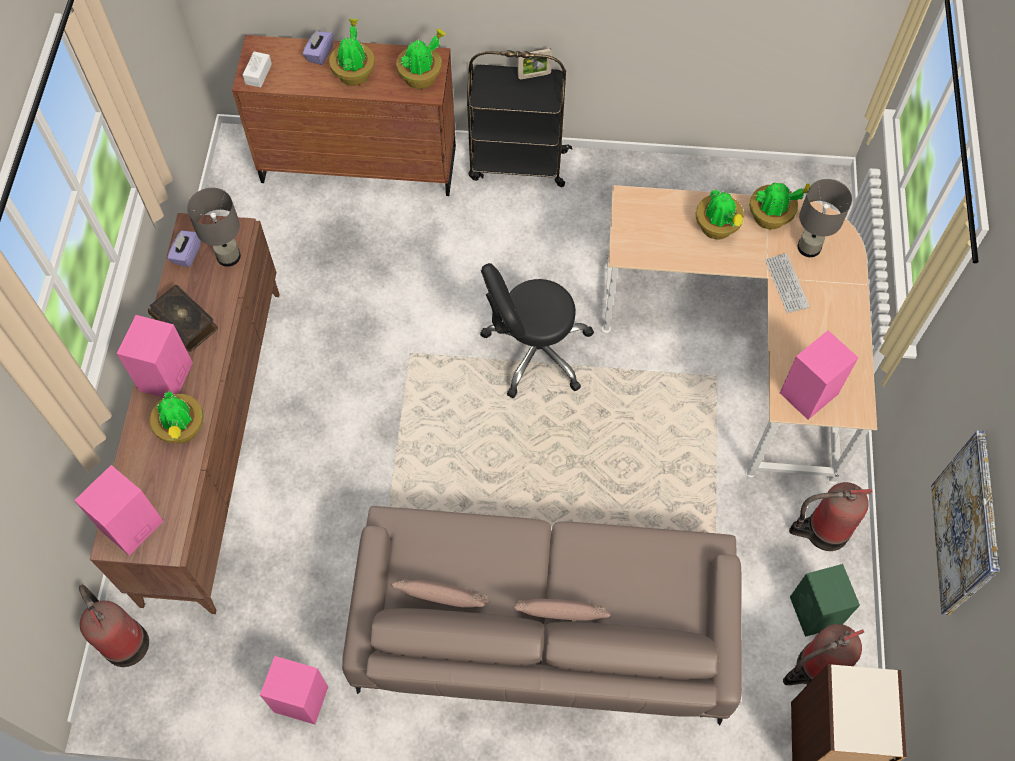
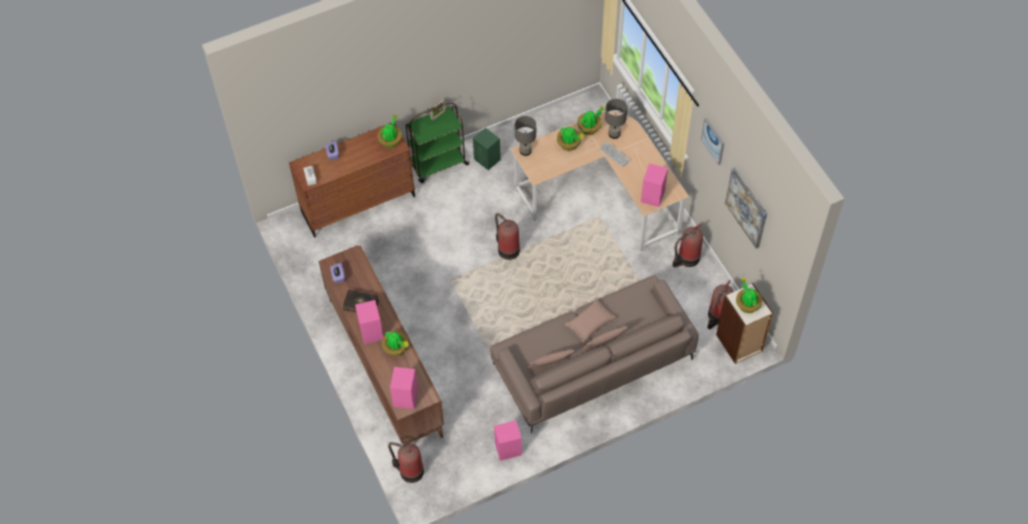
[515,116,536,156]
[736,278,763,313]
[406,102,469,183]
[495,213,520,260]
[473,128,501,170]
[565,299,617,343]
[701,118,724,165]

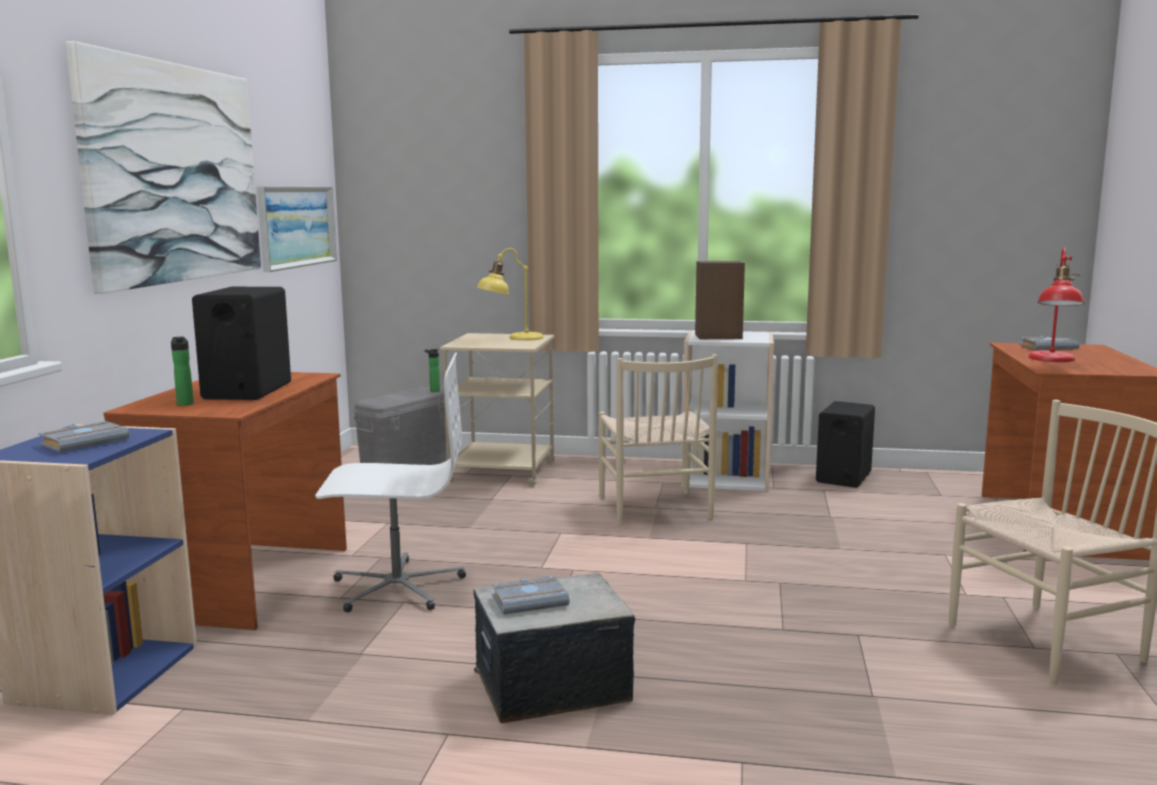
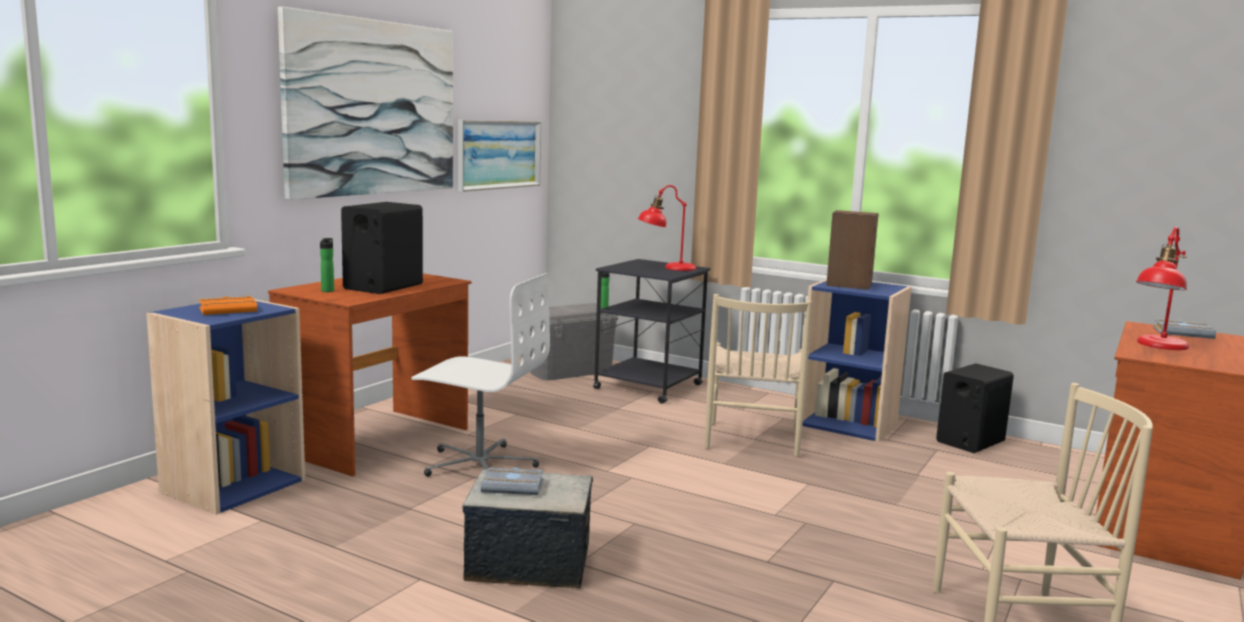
[199,296,257,315]
[593,259,710,404]
[638,185,696,271]
[802,279,912,442]

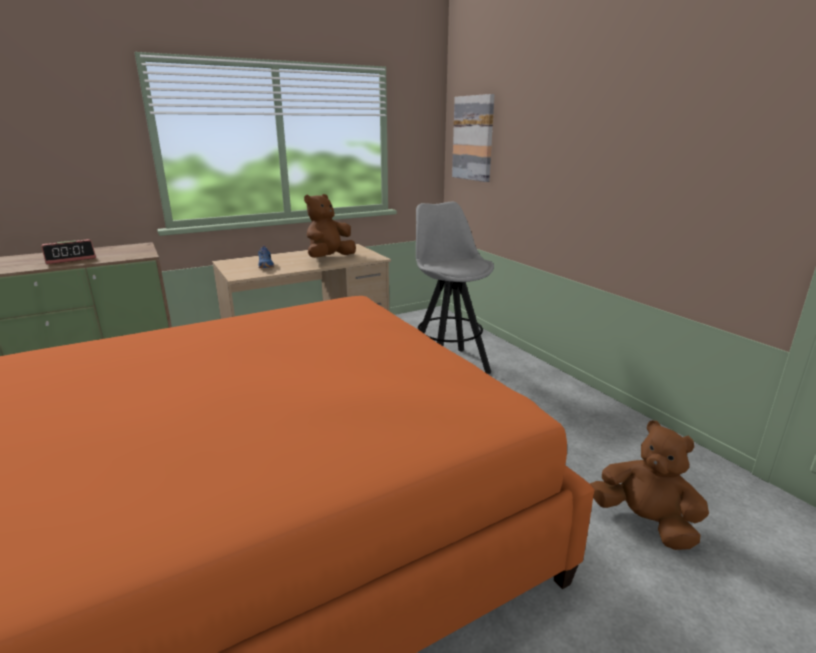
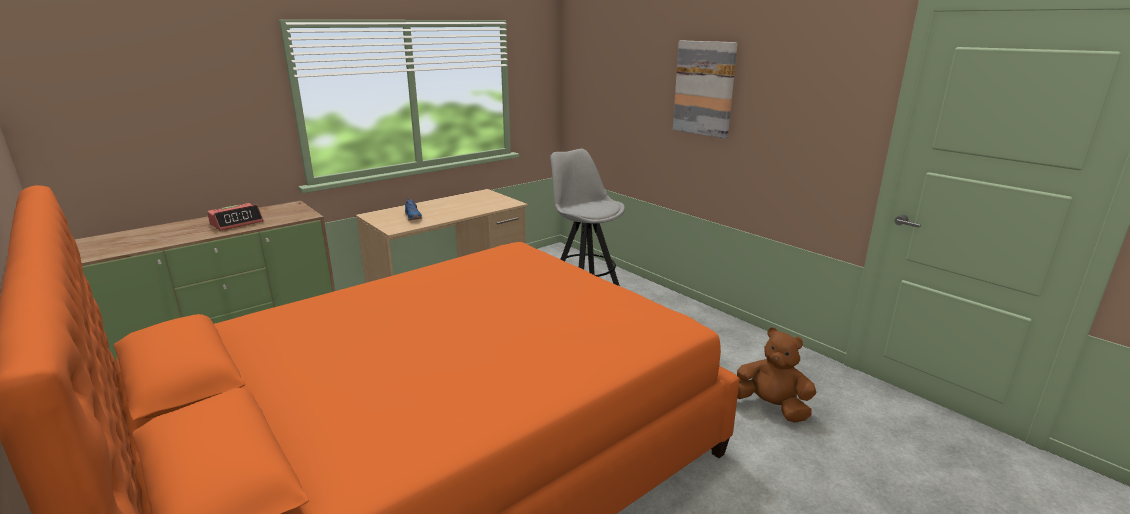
[304,194,356,258] (first image)
[673,41,738,139]

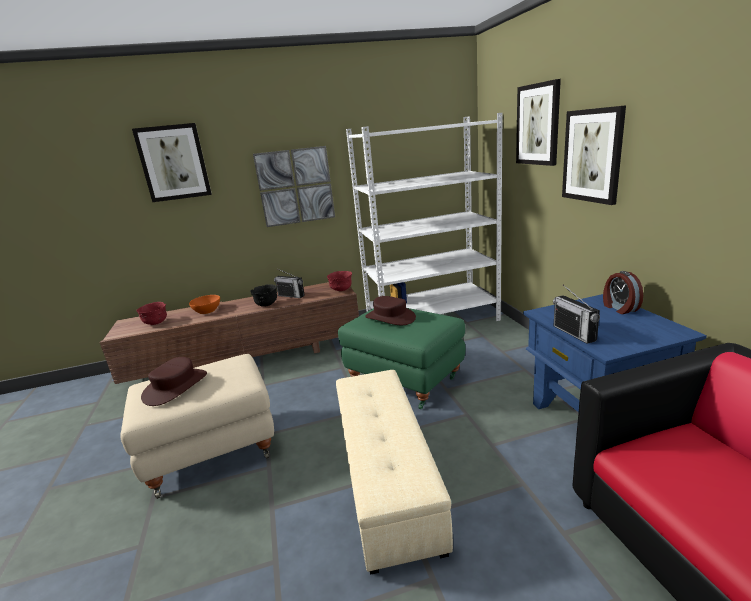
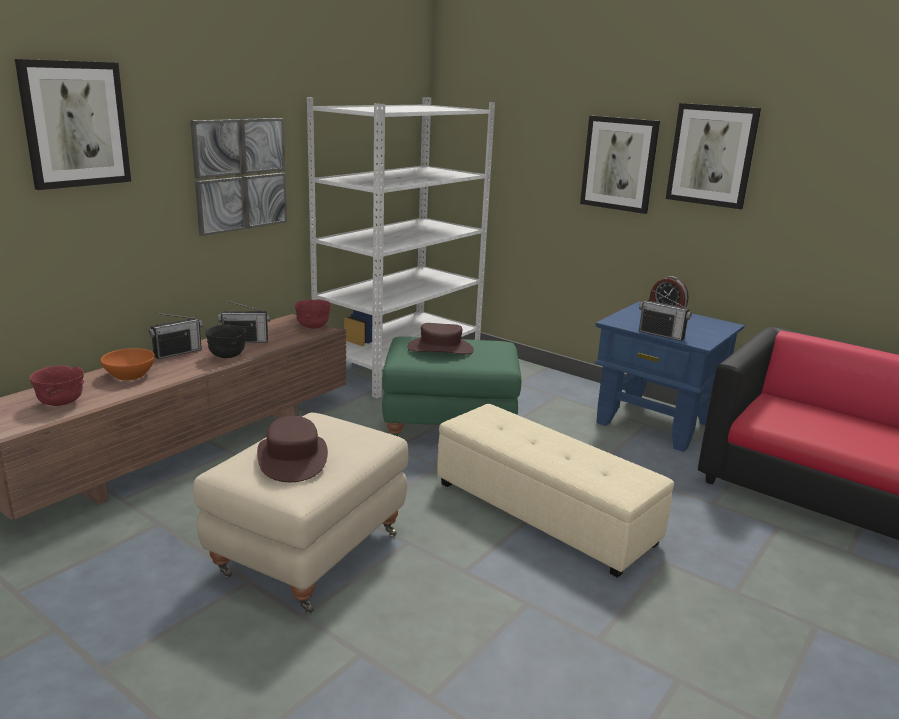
[666,103,761,209]
[148,313,203,359]

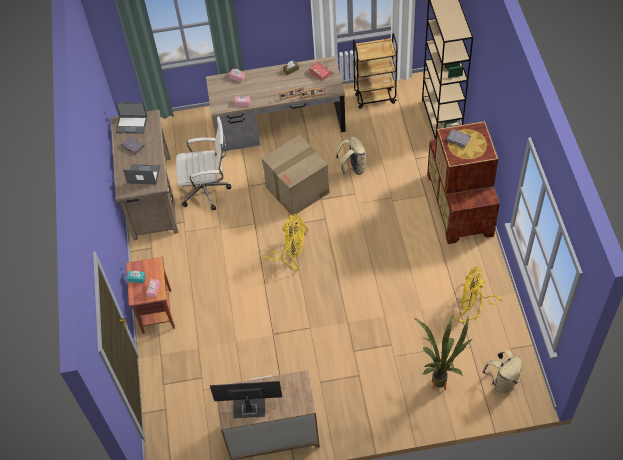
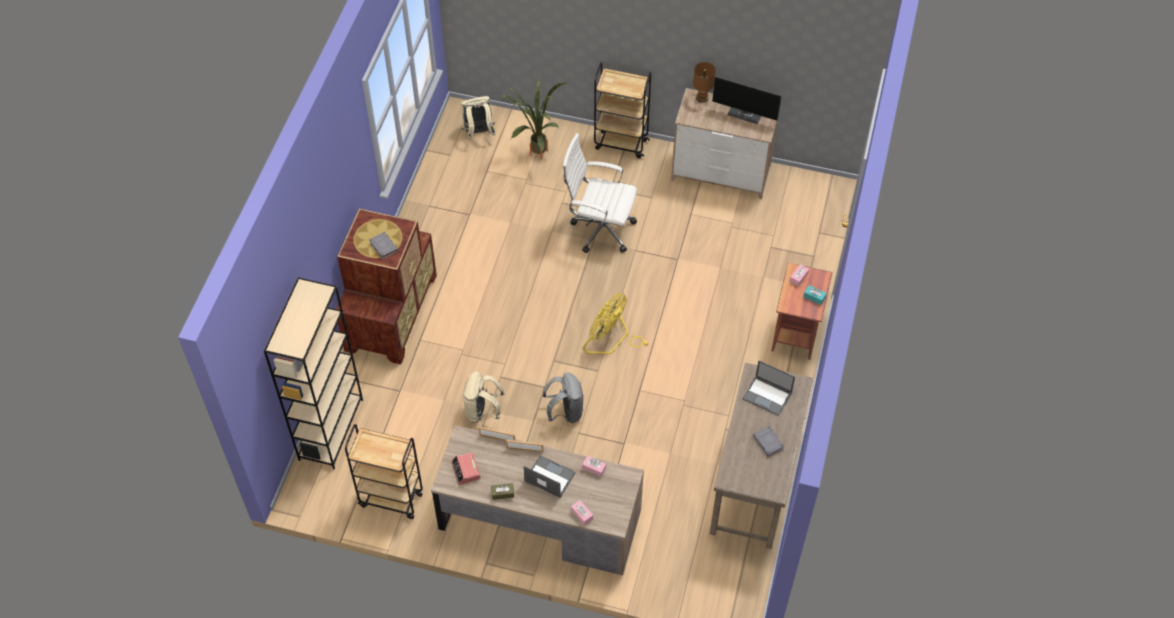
[524,455,576,498]
[563,133,637,253]
[543,372,584,423]
[457,266,502,323] (first image)
[594,62,651,159]
[693,62,716,102]

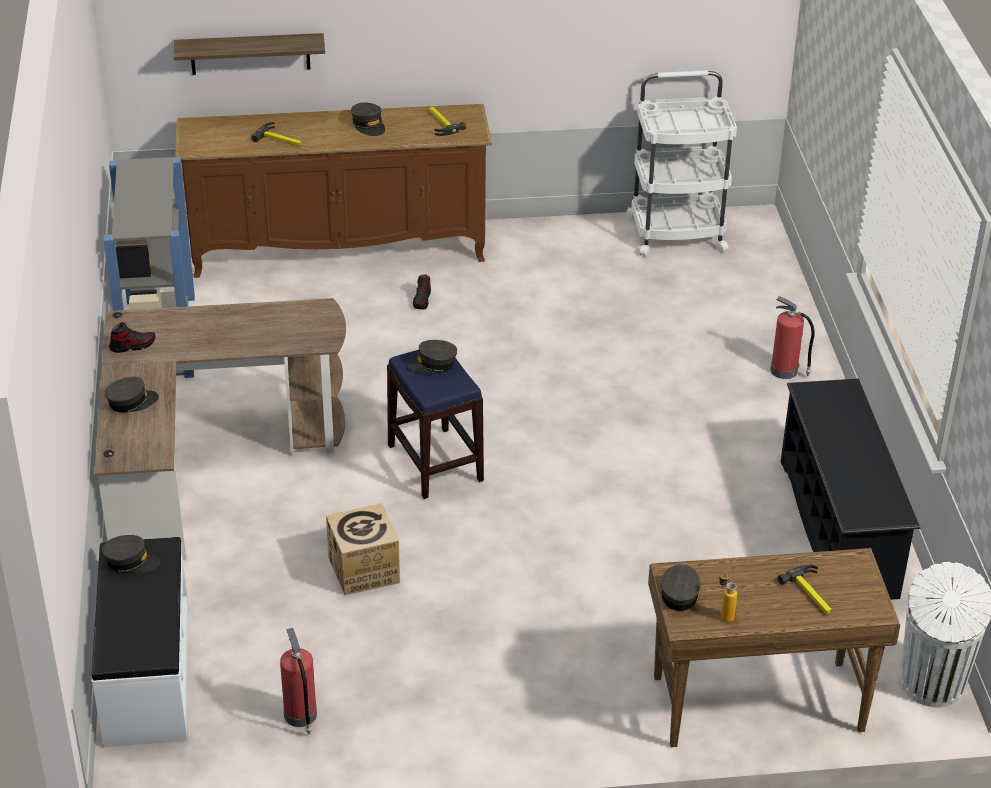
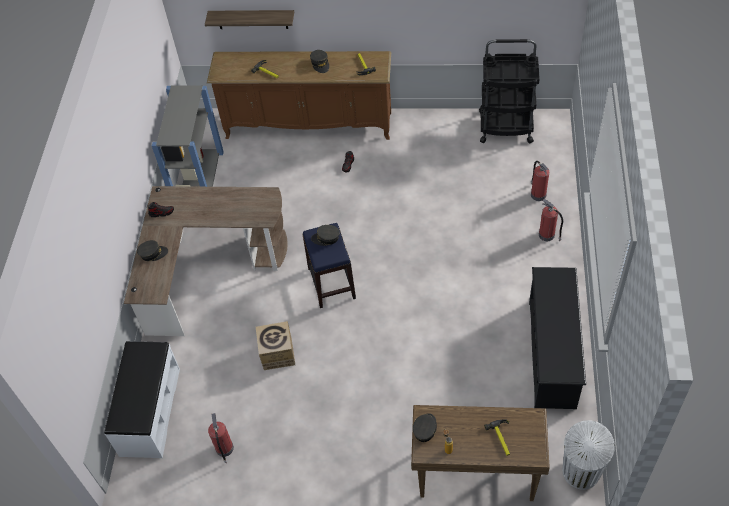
[102,535,160,574] (first image)
[479,39,540,144]
[531,161,549,201]

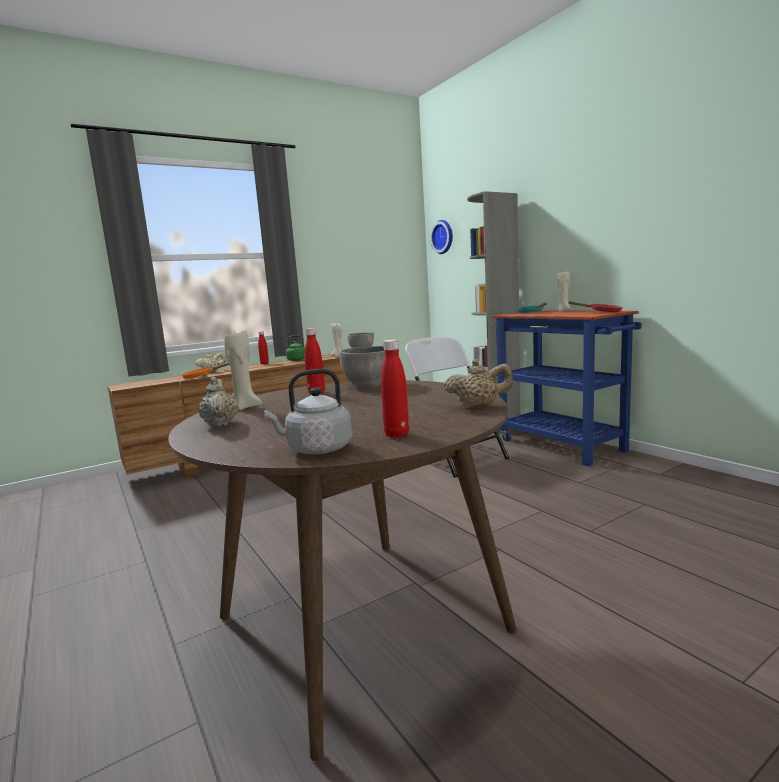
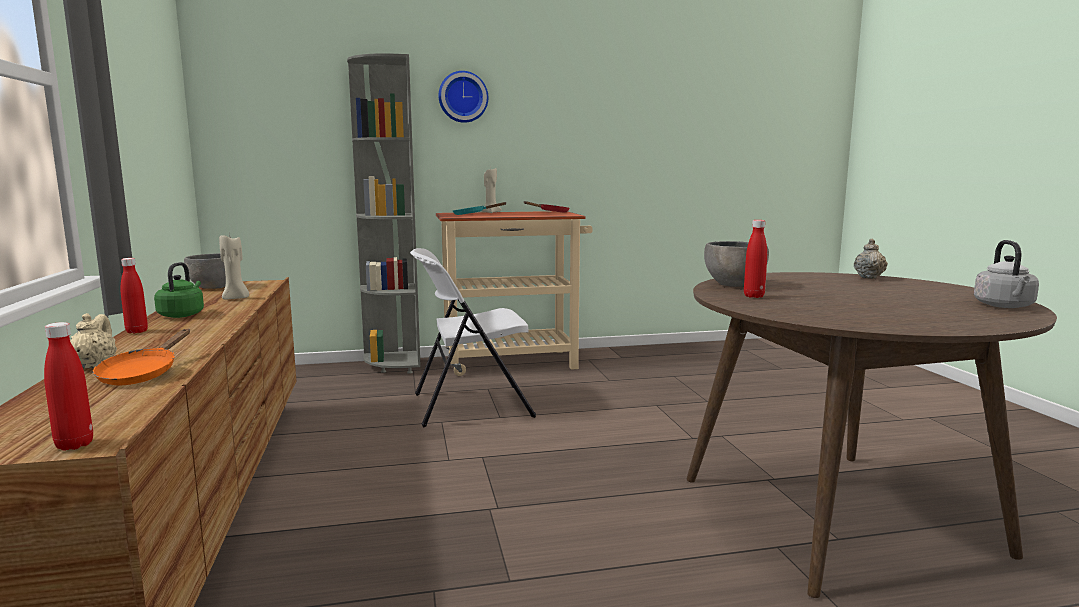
[199,377,238,427] (first image)
[224,330,262,410] (first image)
[44,322,93,450]
[439,71,488,123]
[436,211,593,376]

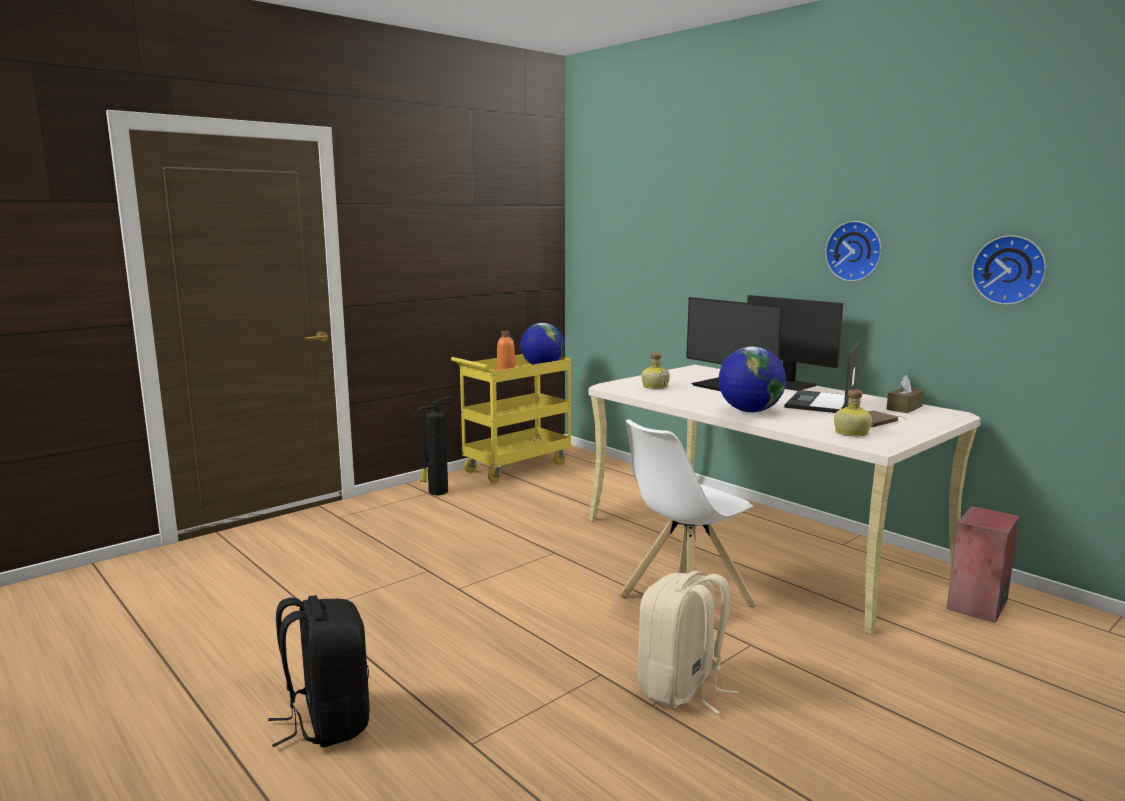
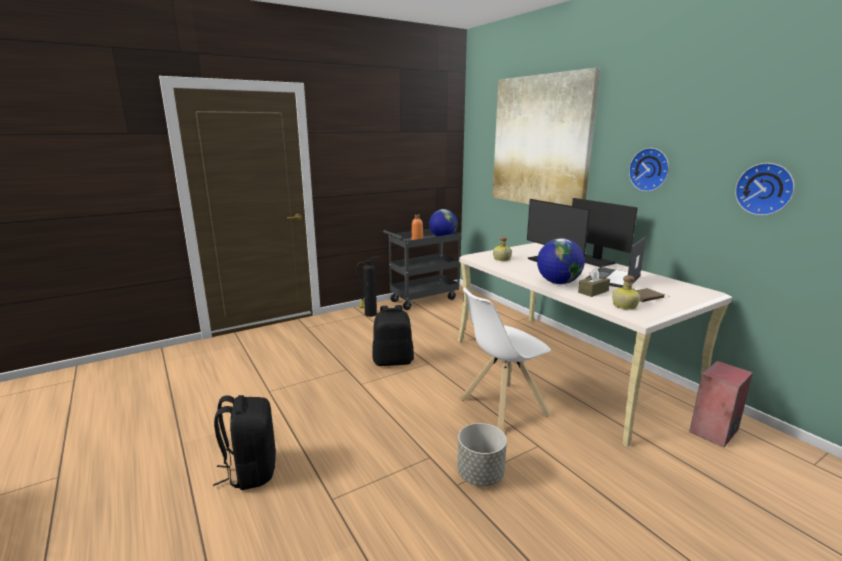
[383,229,461,310]
[457,423,507,486]
[578,268,610,297]
[372,305,414,366]
[493,68,600,206]

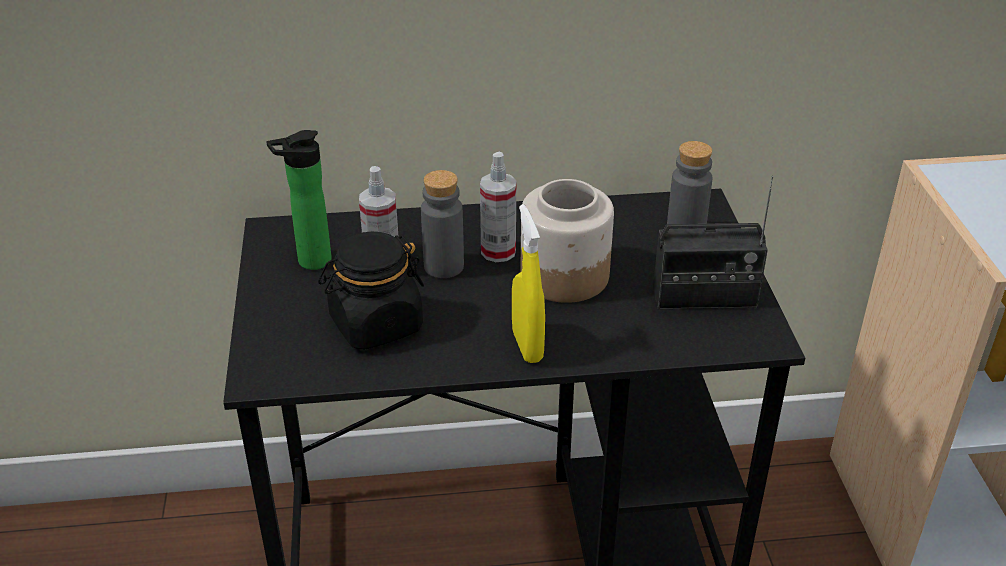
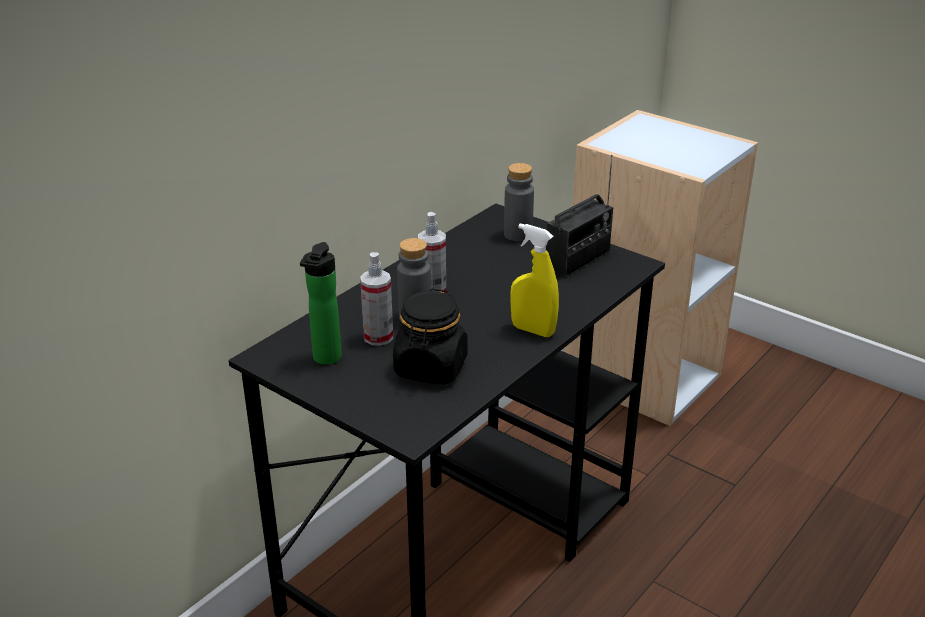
[521,179,614,303] (first image)

